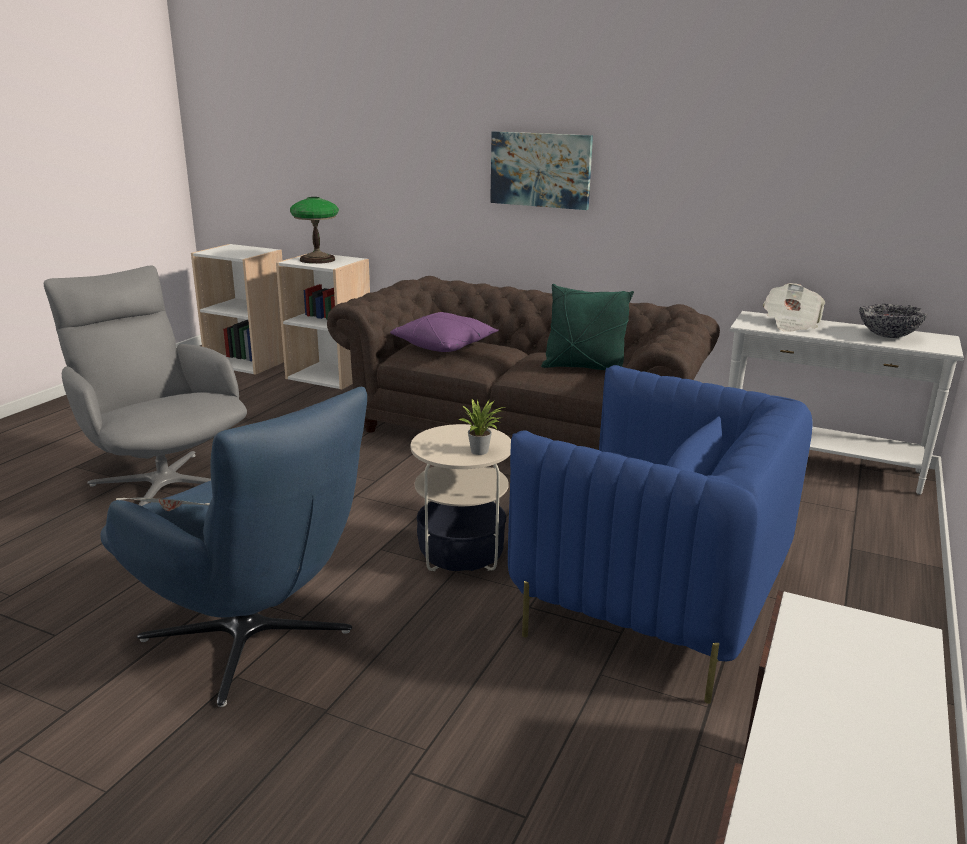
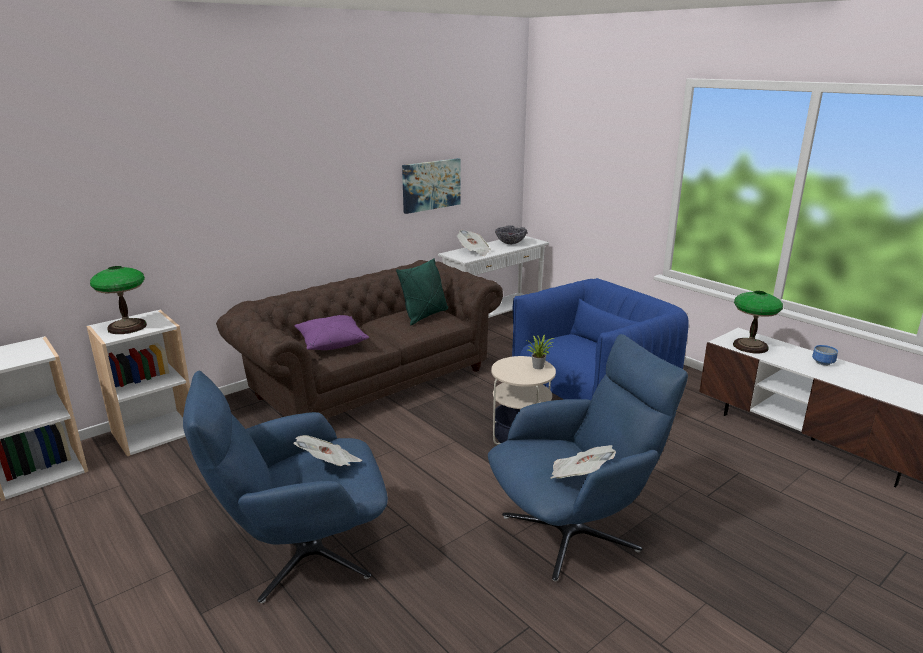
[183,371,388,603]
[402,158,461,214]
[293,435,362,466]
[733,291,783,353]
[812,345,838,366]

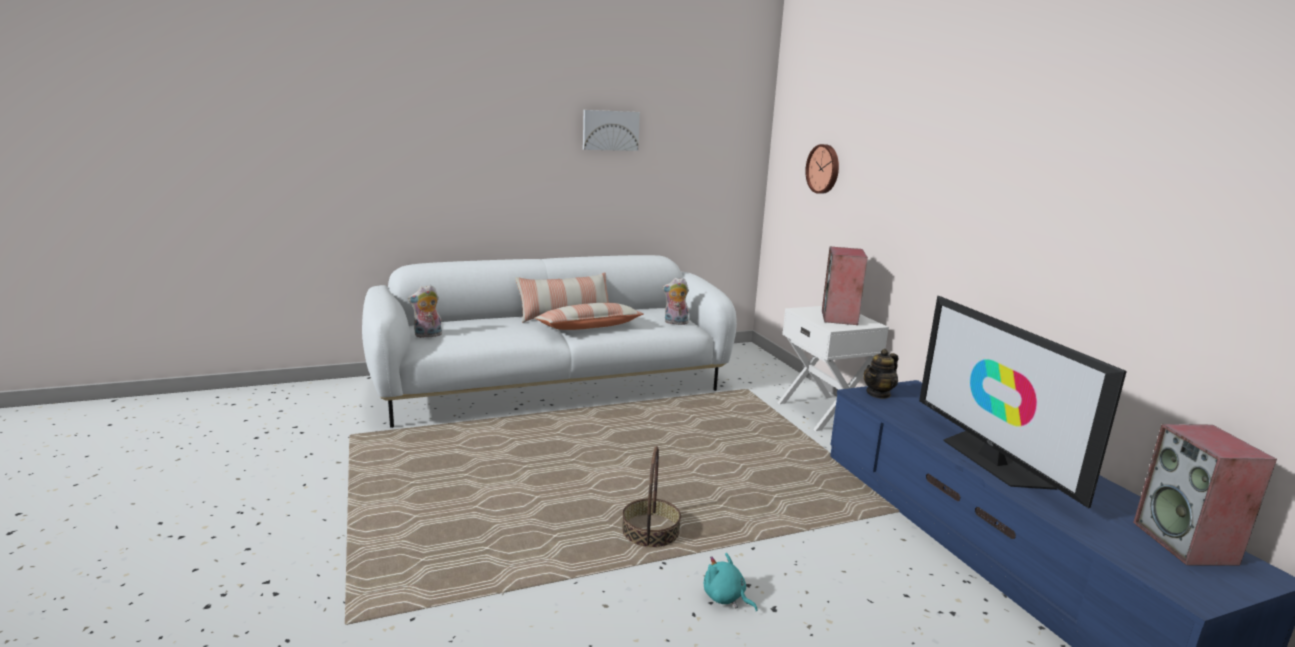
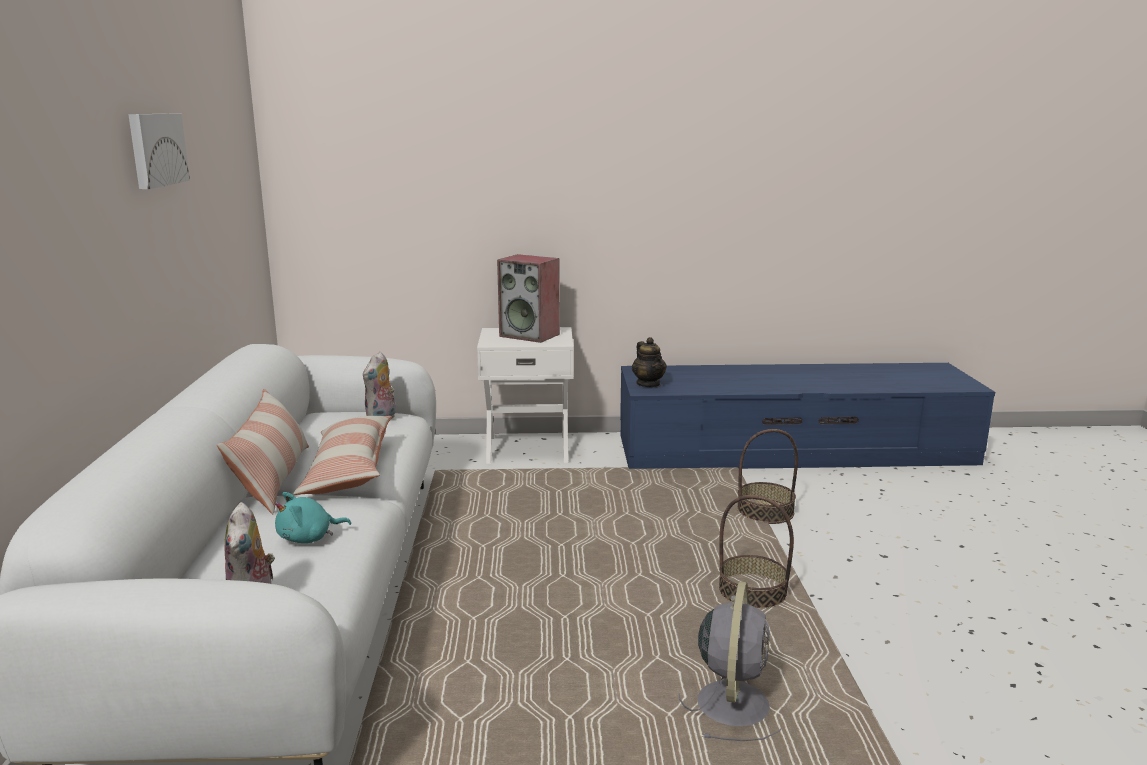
[275,492,351,543]
[805,144,839,194] (first image)
[919,296,1127,508] (first image)
[1133,424,1277,566] (first image)
[678,581,781,741]
[737,429,798,524]

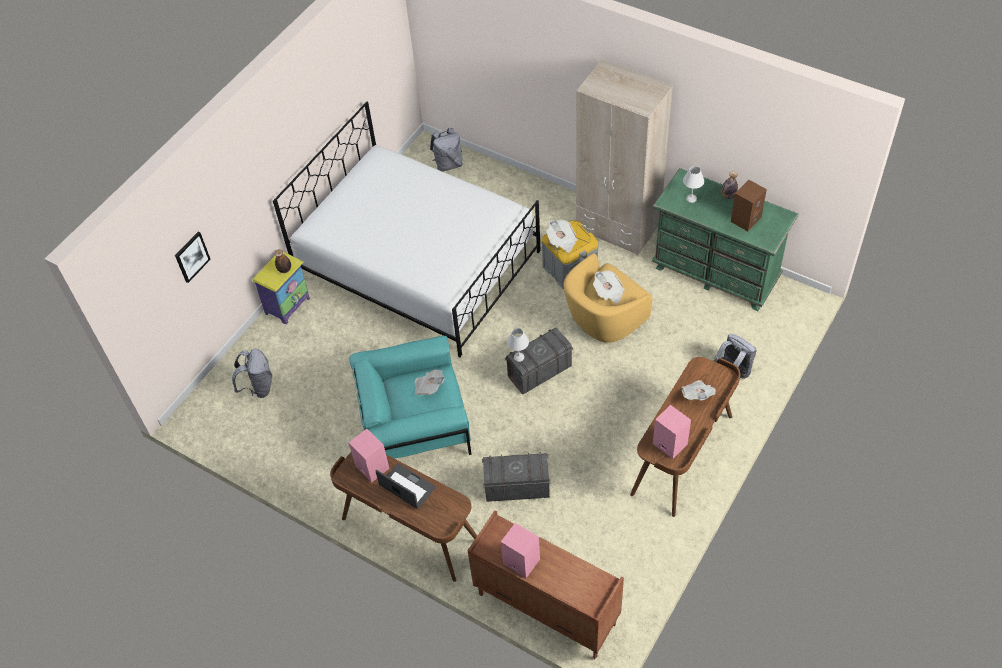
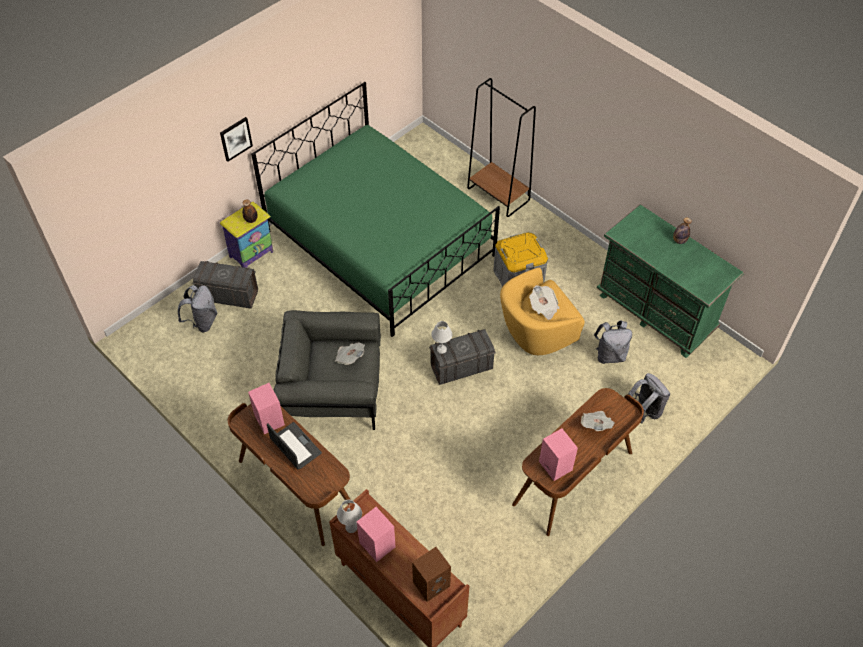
[220,117,253,162]
[251,82,500,337]
[273,310,381,430]
[594,320,632,364]
[192,261,258,309]
[546,220,578,253] (first image)
[576,60,673,256] (first image)
[337,500,362,533]
[412,547,451,602]
[467,78,536,217]

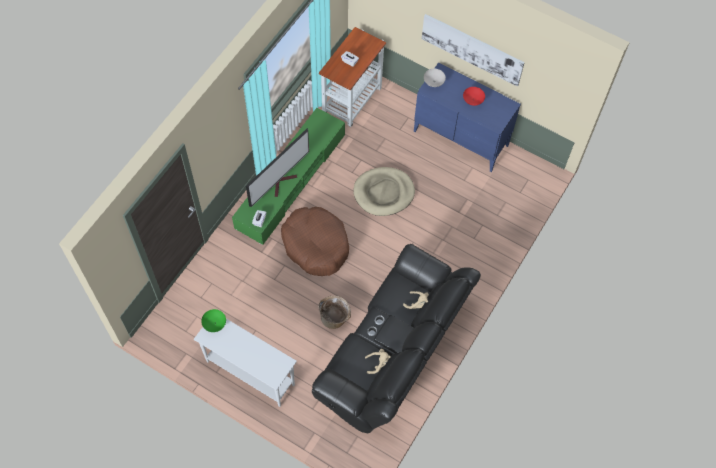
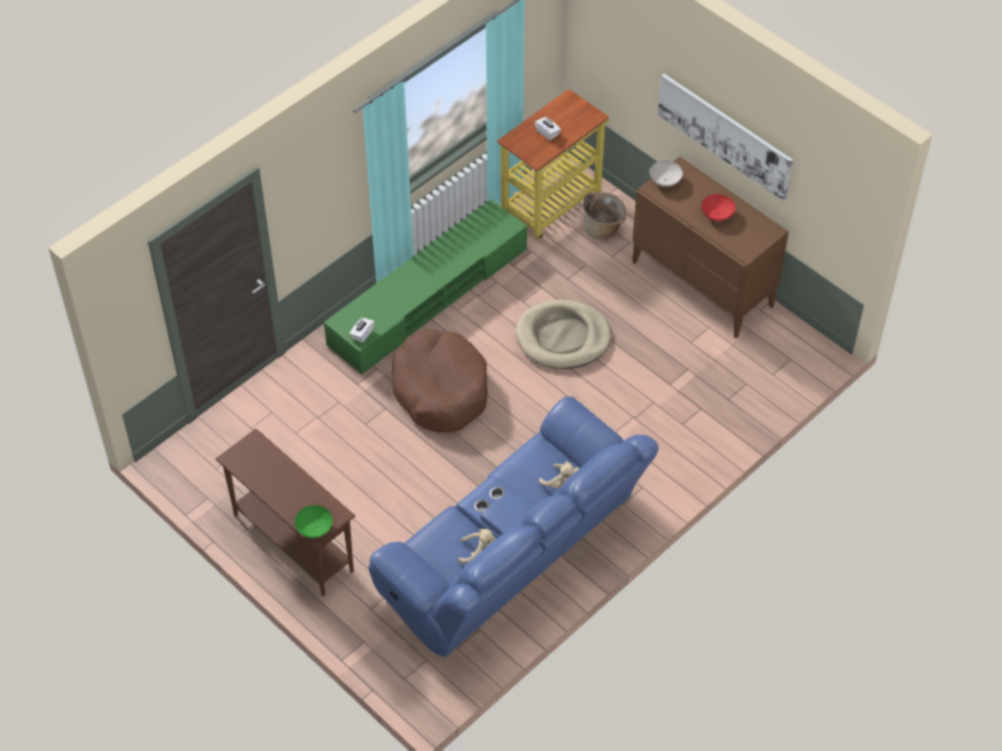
[216,428,355,596]
[295,505,333,538]
[246,128,309,207] (first image)
[369,396,659,657]
[583,192,626,239]
[497,89,609,240]
[632,156,789,338]

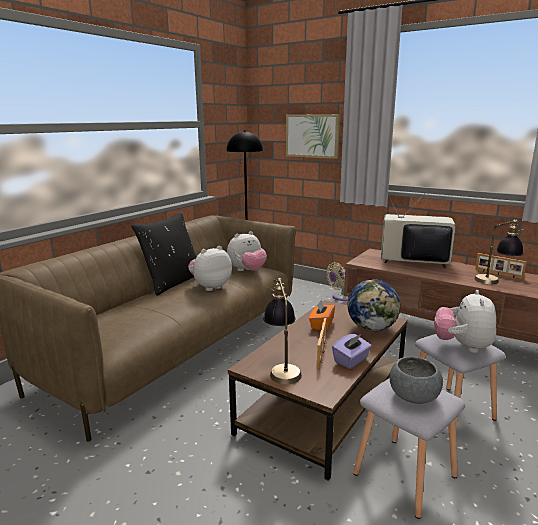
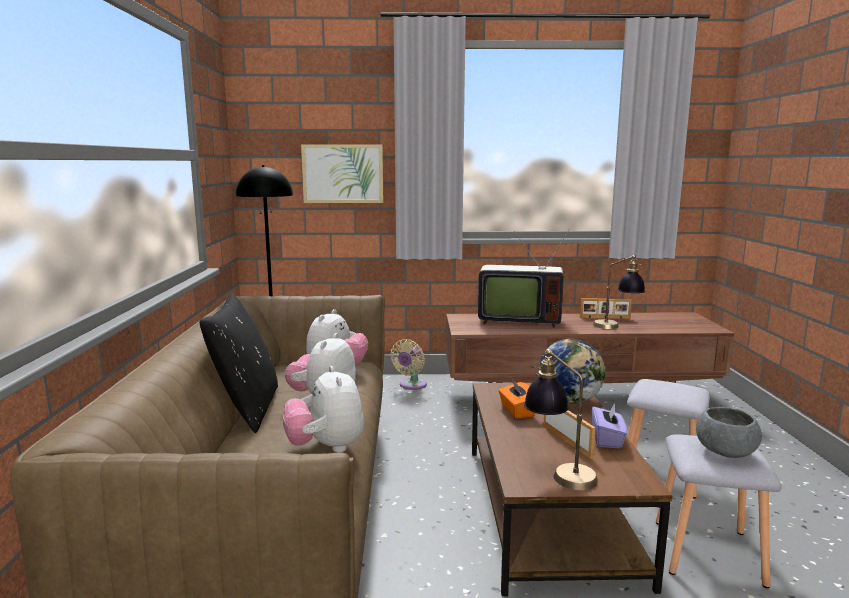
[478,229,570,327]
[283,366,364,452]

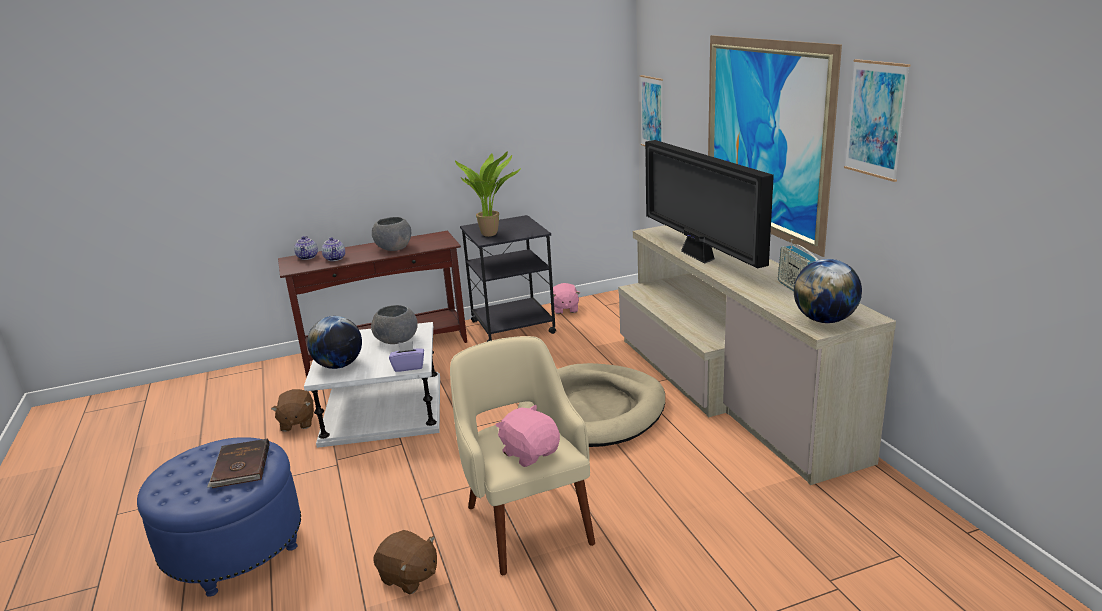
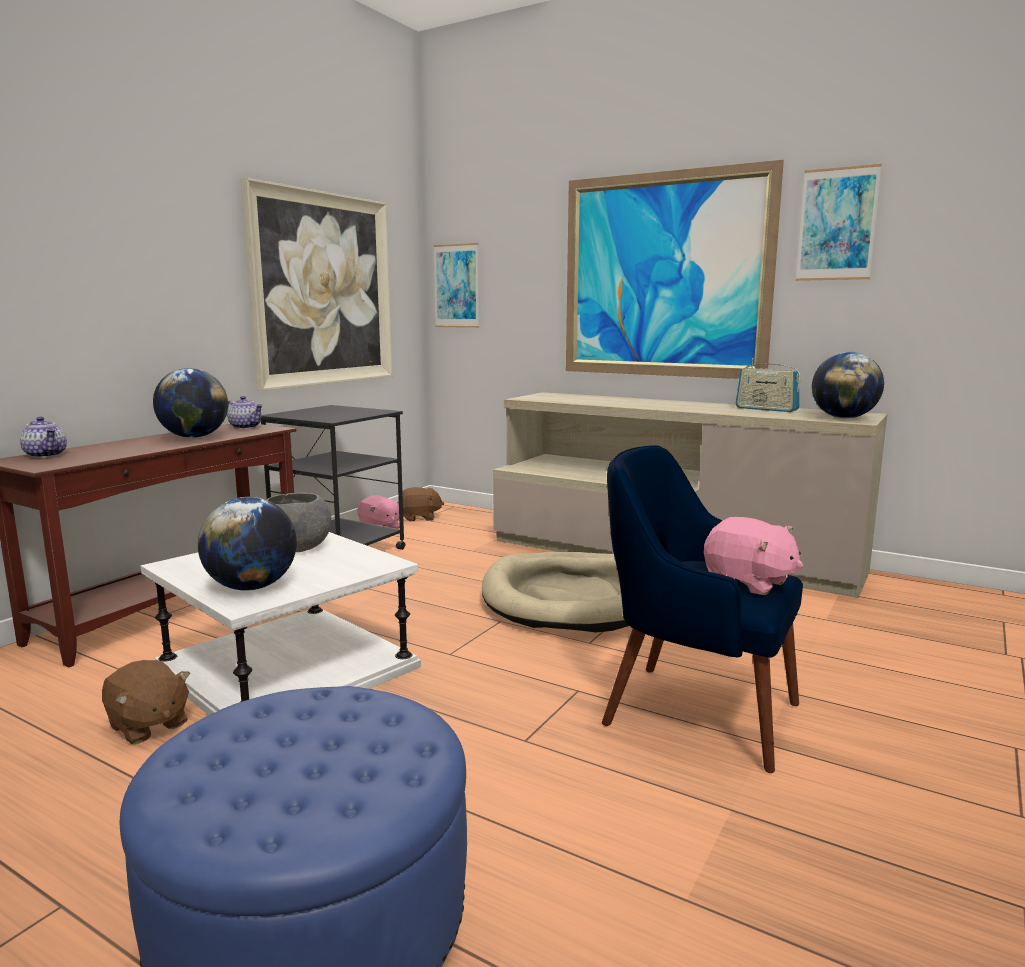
[207,438,269,488] (first image)
[227,396,263,429]
[153,368,228,438]
[398,487,444,522]
[389,341,424,372] (first image)
[602,445,803,773]
[455,151,521,237] (first image)
[704,517,803,595]
[645,140,774,268] (first image)
[241,177,393,391]

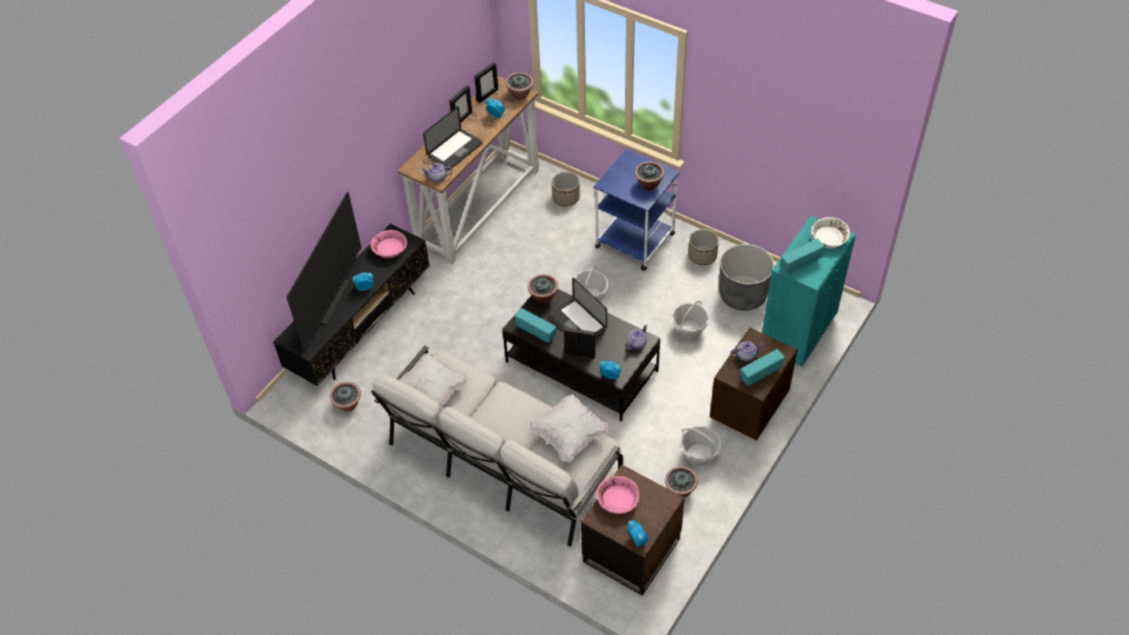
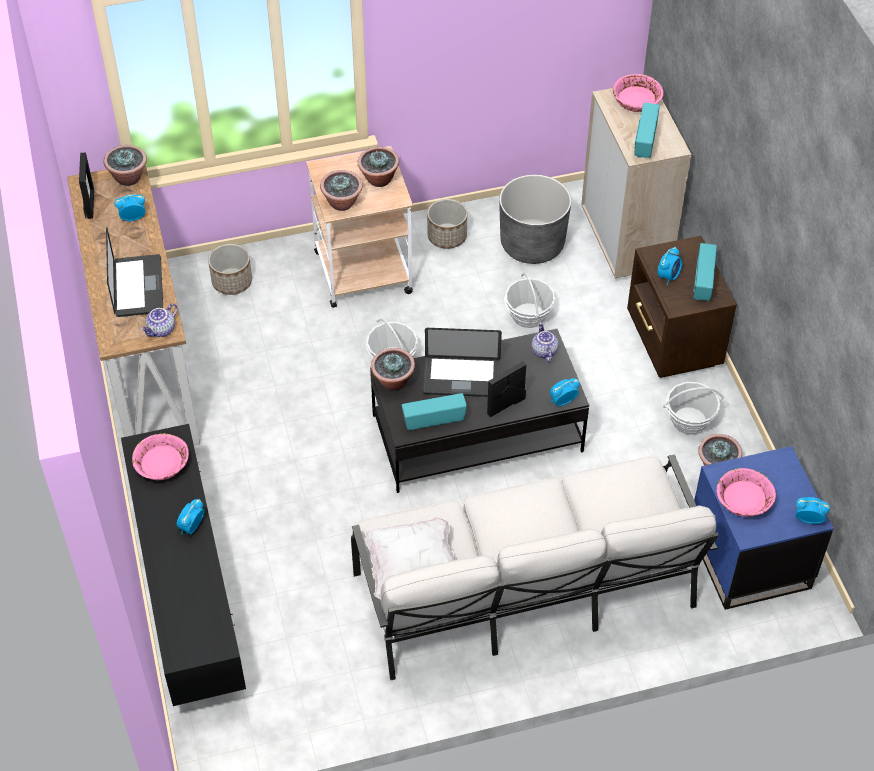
[287,192,361,351] (first image)
[320,170,363,211]
[449,85,472,122] (first image)
[529,394,609,462] (first image)
[694,446,834,610]
[306,146,413,308]
[658,247,682,285]
[581,88,691,278]
[613,74,663,112]

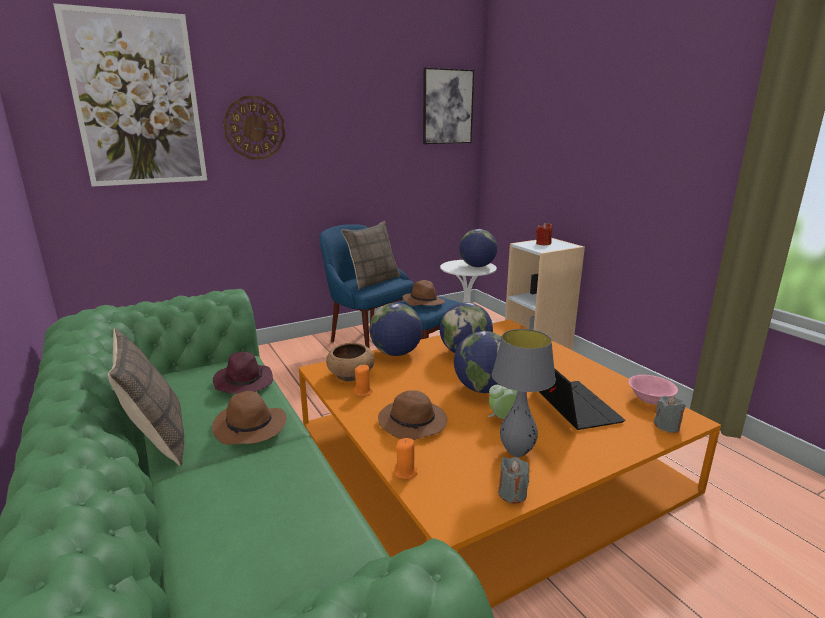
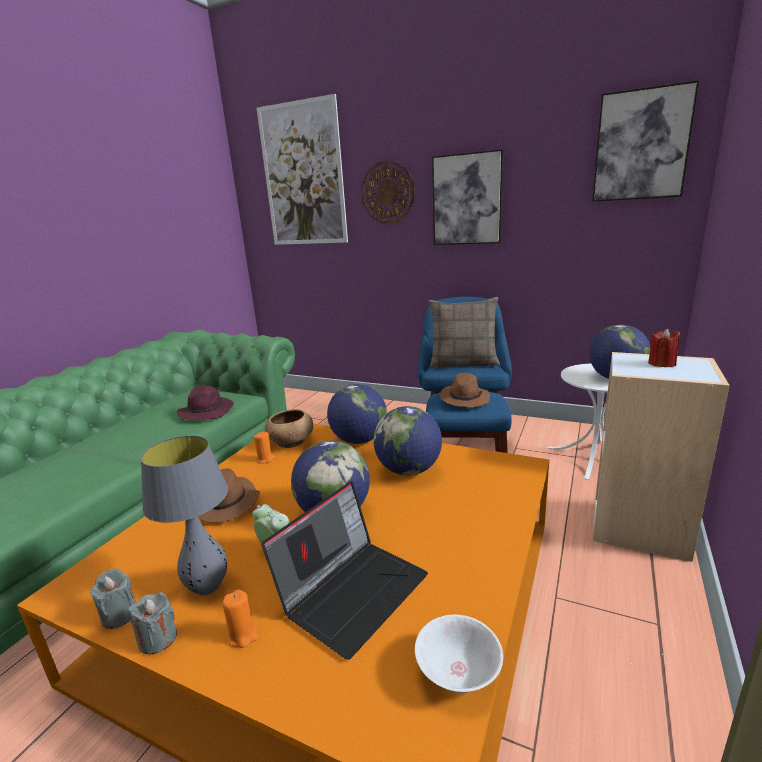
[108,328,184,466] (first image)
[212,391,286,445] (first image)
[222,590,258,648]
[415,615,503,693]
[128,592,177,654]
[432,149,503,245]

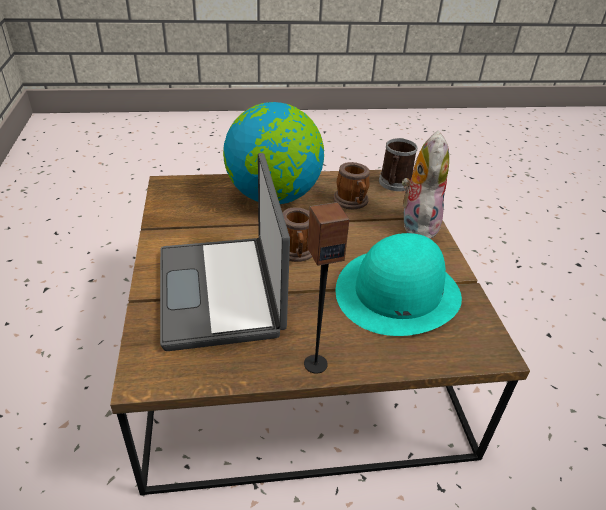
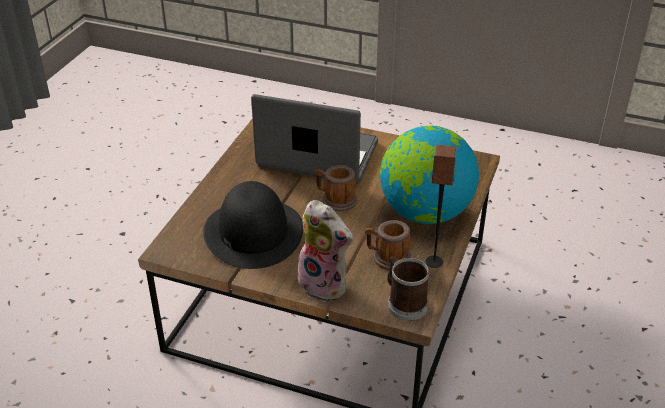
[426,145,457,268]
[203,181,303,269]

